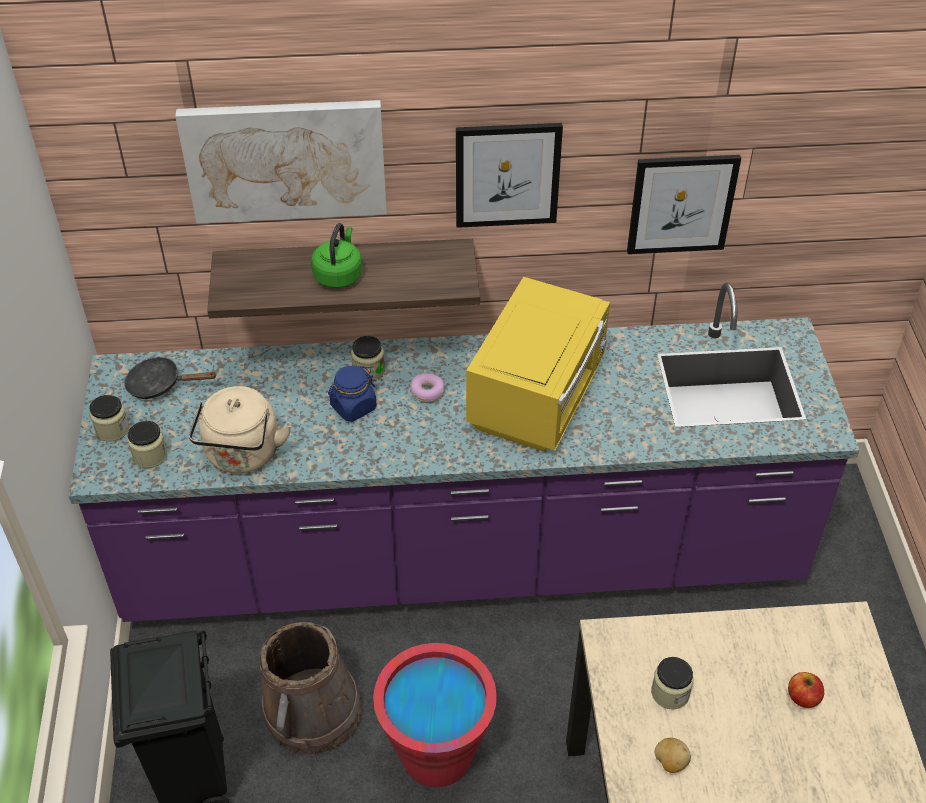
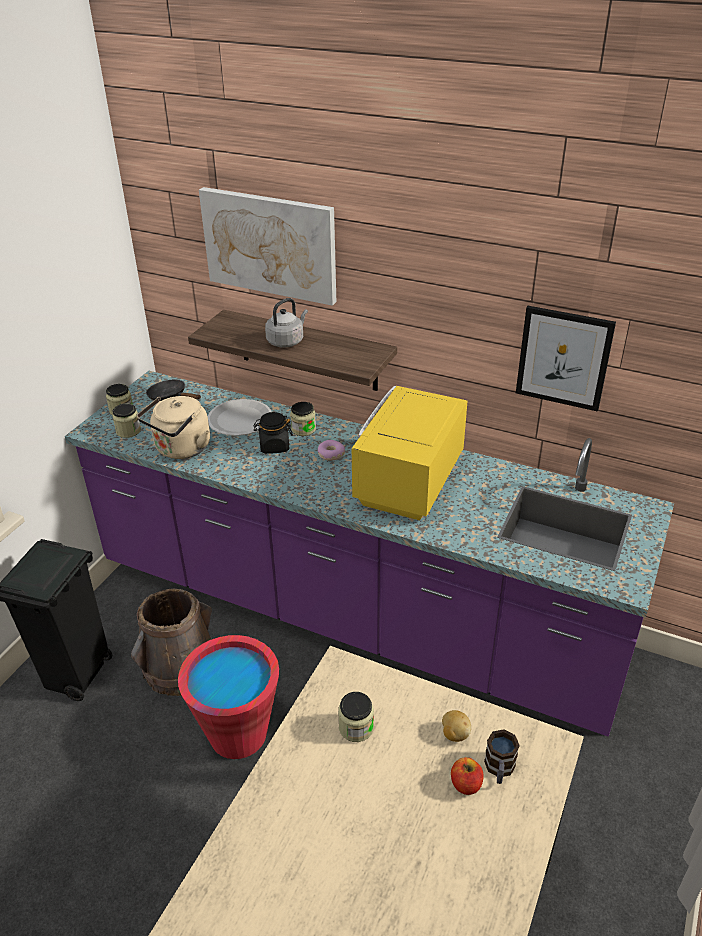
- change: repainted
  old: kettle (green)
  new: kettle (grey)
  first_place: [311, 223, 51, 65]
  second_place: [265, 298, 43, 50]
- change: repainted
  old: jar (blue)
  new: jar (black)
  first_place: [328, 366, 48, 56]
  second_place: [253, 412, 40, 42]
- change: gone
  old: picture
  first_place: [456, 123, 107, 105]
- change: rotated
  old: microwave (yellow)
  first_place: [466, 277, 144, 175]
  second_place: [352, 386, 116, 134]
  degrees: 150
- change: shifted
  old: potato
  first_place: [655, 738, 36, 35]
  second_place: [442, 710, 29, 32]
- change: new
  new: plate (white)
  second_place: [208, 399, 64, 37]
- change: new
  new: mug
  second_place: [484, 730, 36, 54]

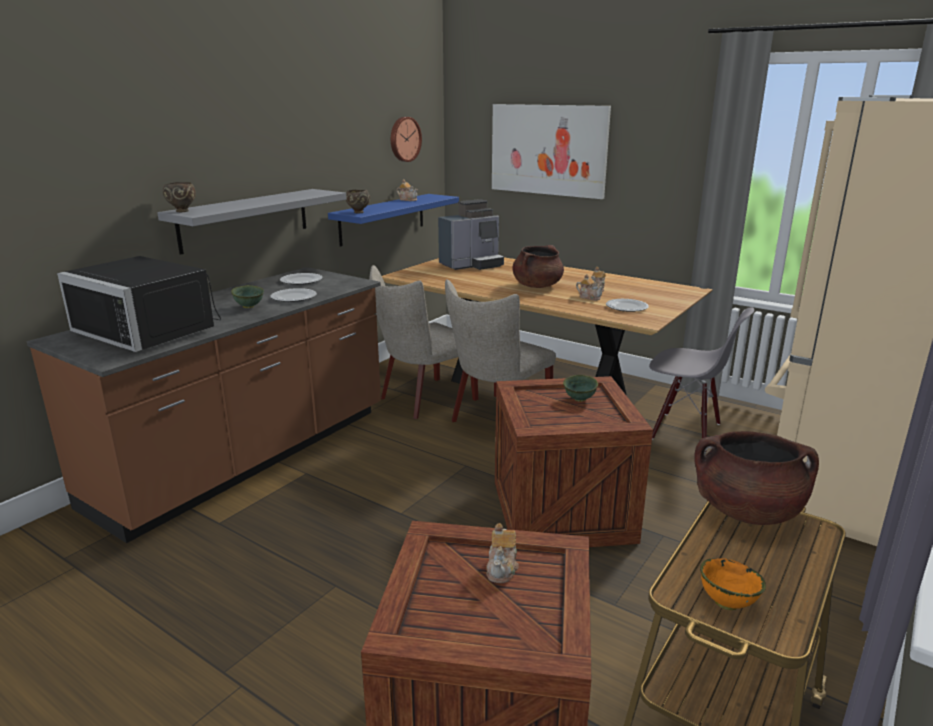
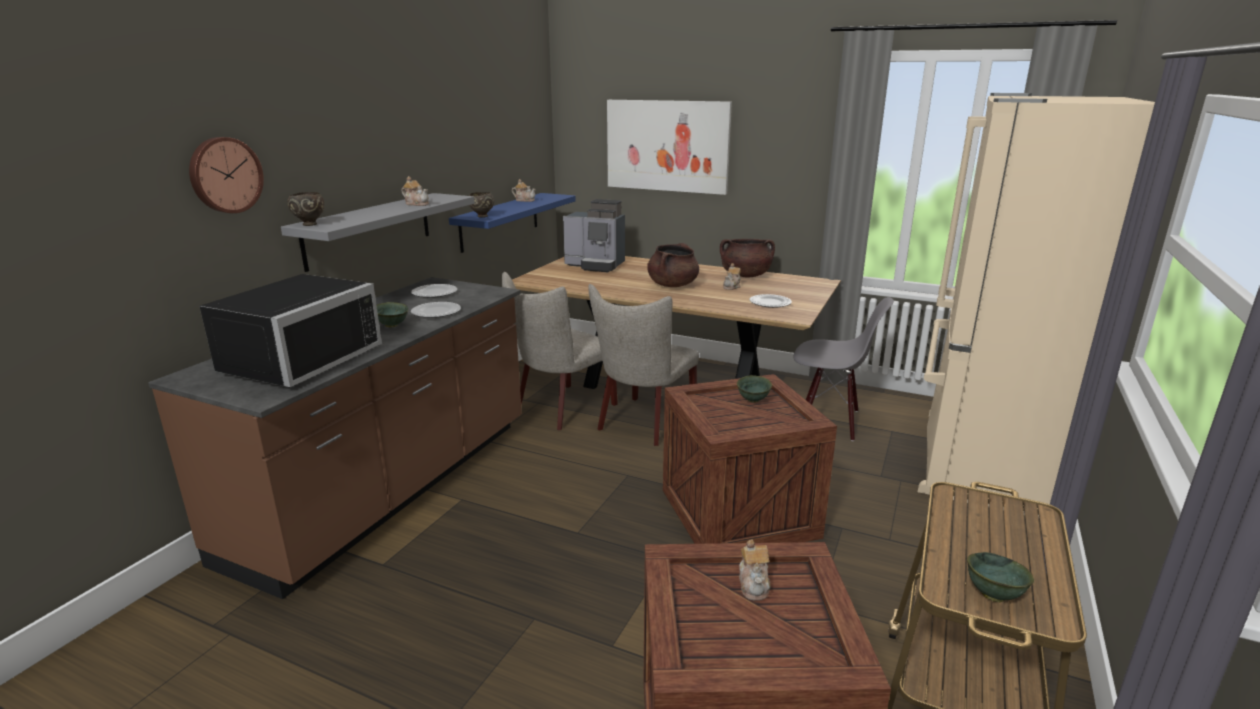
- change: rotated
  old: microwave (black)
  first_place: [57, 256, 164, 96]
  second_place: [199, 274, 183, 113]
  degrees: -90
- change: shifted
  old: wall clock
  first_place: [391, 117, 31, 45]
  second_place: [189, 137, 75, 76]
- change: rotated
  old: coffee machine
  first_place: [438, 199, 66, 71]
  second_place: [563, 199, 62, 73]
  degrees: 60
- change: shifted
  old: teapot
  first_place: [576, 274, 27, 26]
  second_place: [402, 176, 27, 30]
- change: shifted
  old: cooking pot (brown)
  first_place: [694, 431, 125, 94]
  second_place: [720, 239, 55, 38]
- change: repainted
  old: bowl (orange)
  new: bowl (green)
  first_place: [700, 558, 66, 52]
  second_place: [967, 552, 67, 50]

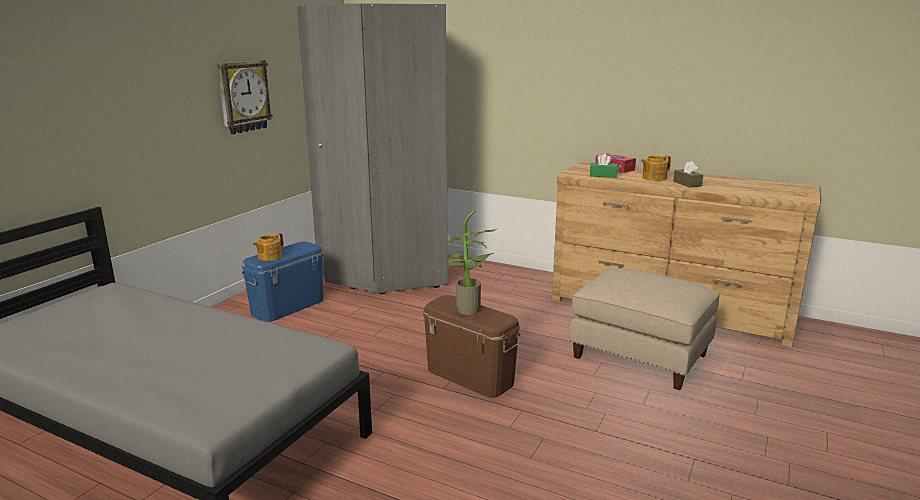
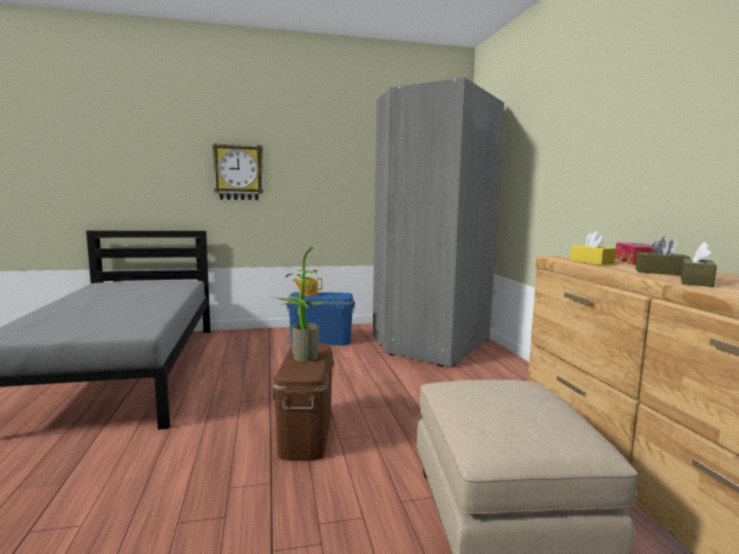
- change: shifted
  old: wall clock
  first_place: [217, 60, 56, 74]
  second_place: [212, 143, 52, 57]
- change: repainted
  old: tissue box (green)
  new: tissue box (yellow)
  first_place: [590, 154, 27, 24]
  second_place: [570, 231, 46, 34]
- change: swapped
  old: teapot
  new: tissue box (brown)
  first_place: [641, 156, 30, 25]
  second_place: [636, 237, 54, 38]

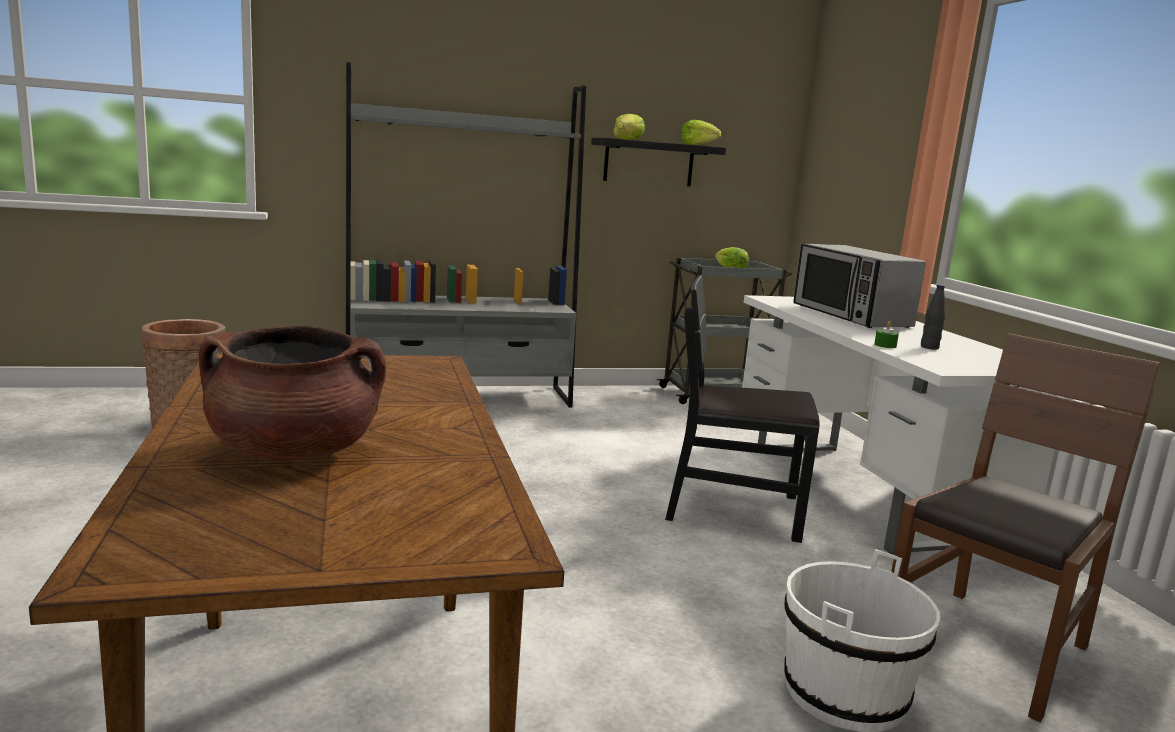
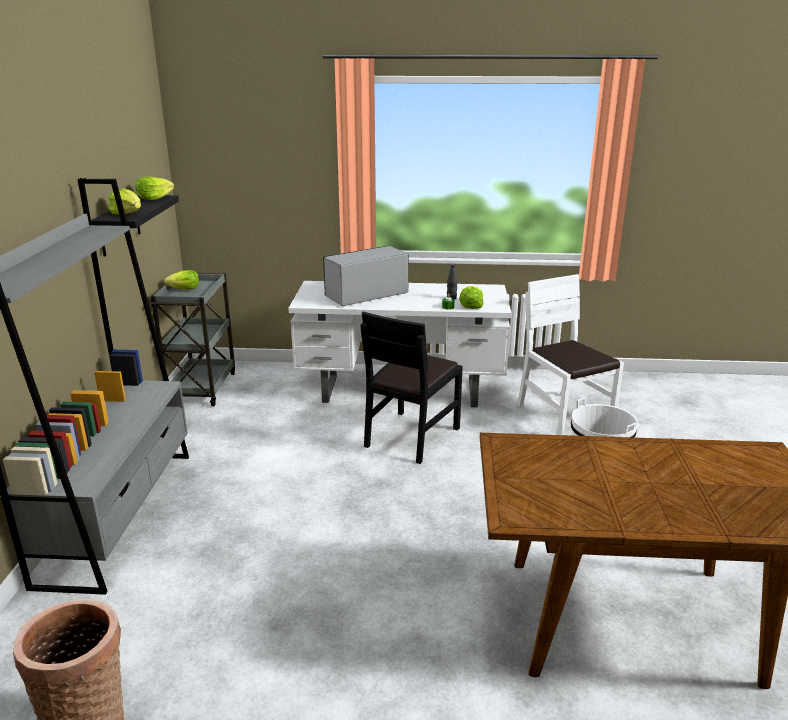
- change: gone
  old: cooking pot (brown)
  first_place: [199, 326, 187, 134]
- change: rotated
  old: microwave
  first_place: [793, 244, 133, 84]
  second_place: [323, 246, 86, 60]
  degrees: 150
- change: repainted
  old: chair (brown)
  new: chair (white)
  first_place: [891, 333, 269, 389]
  second_place: [518, 274, 106, 161]
- change: new
  new: lettuce
  second_place: [459, 286, 25, 23]

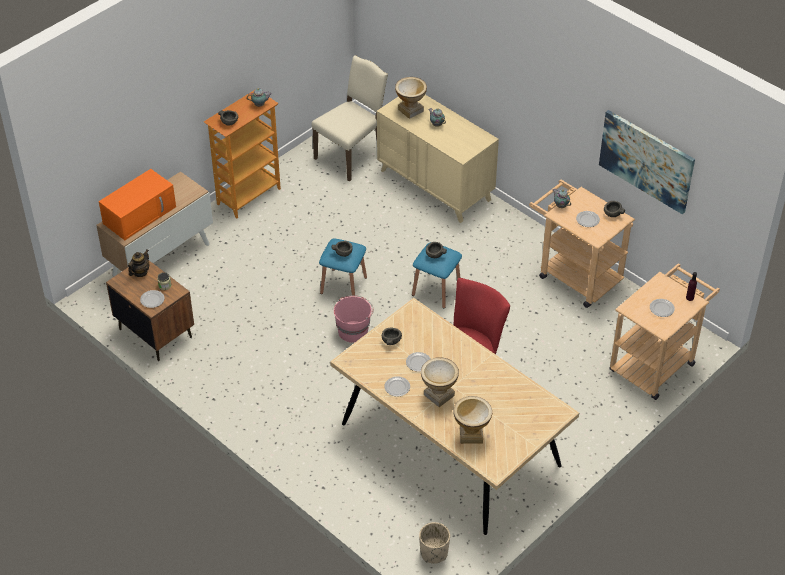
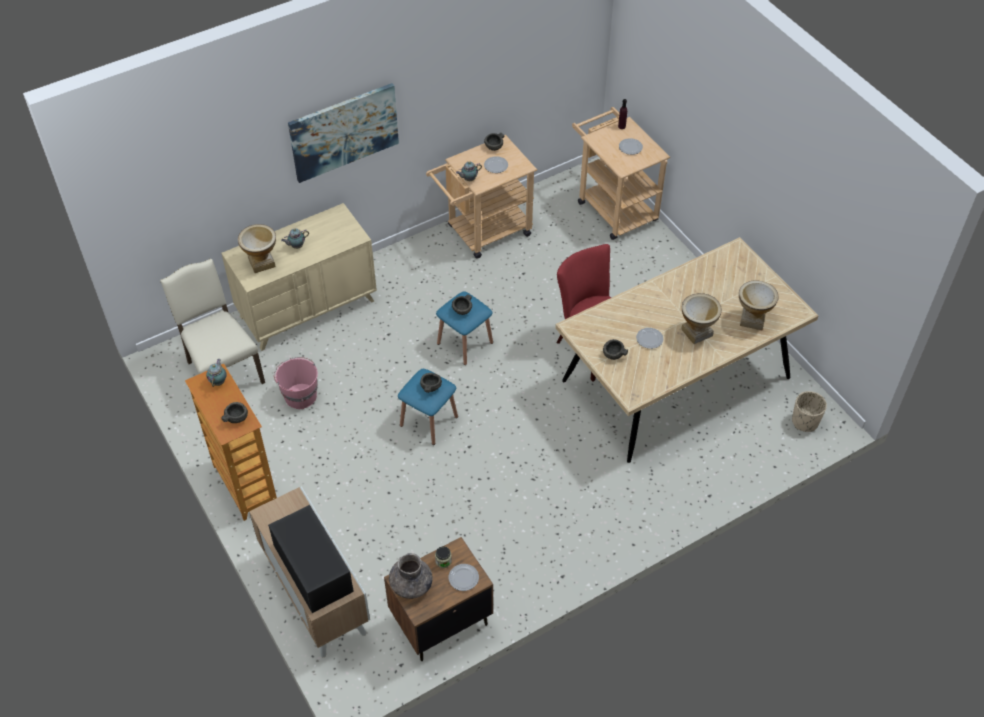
- change: repainted
  old: microwave (orange)
  new: microwave (black)
  first_place: [99, 169, 77, 71]
  second_place: [268, 505, 86, 108]
- change: swapped
  old: teapot
  new: vase (grey)
  first_place: [128, 249, 21, 28]
  second_place: [389, 553, 44, 46]
- change: shifted
  old: bucket (pink)
  first_place: [334, 295, 39, 48]
  second_place: [274, 357, 44, 52]
- change: gone
  old: plate
  first_place: [384, 376, 26, 21]
- change: shifted
  old: picture
  first_place: [599, 110, 96, 104]
  second_place: [288, 83, 111, 100]

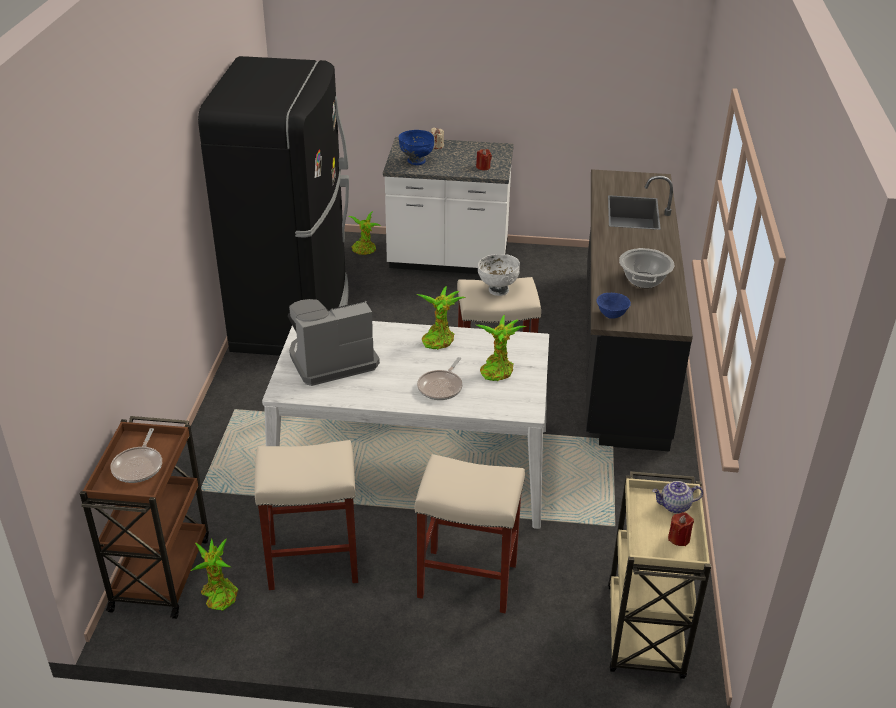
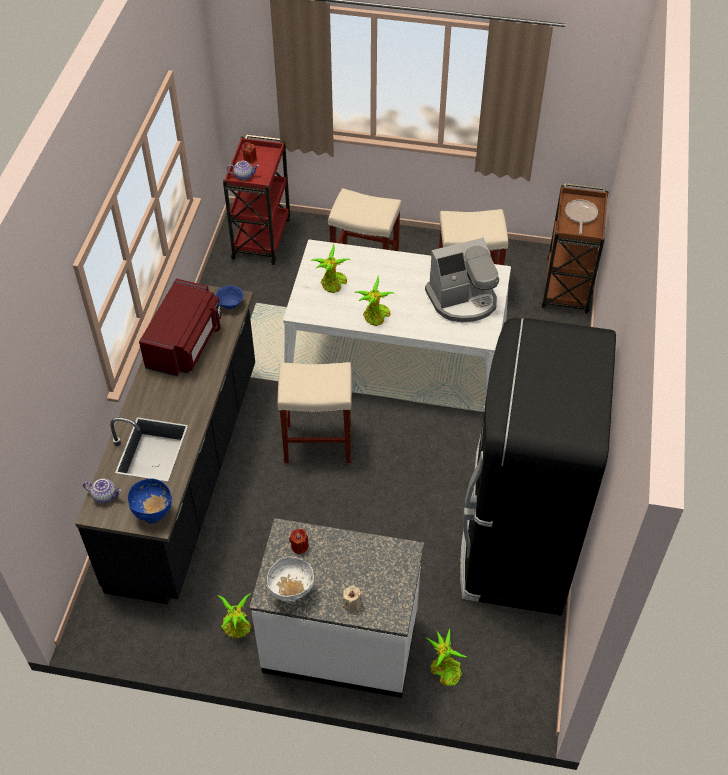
- change: shifted
  old: potted plant
  first_place: [191, 538, 47, 73]
  second_place: [218, 593, 33, 45]
- change: shifted
  old: bowl (blue)
  first_place: [399, 130, 35, 35]
  second_place: [128, 479, 44, 45]
- change: gone
  old: frying pan
  first_place: [417, 357, 45, 43]
- change: shifted
  old: bowl (white)
  first_place: [478, 254, 42, 42]
  second_place: [267, 557, 47, 46]
- change: repainted
  old: cart (beige)
  new: cart (red)
  first_place: [608, 471, 103, 208]
  second_place: [223, 135, 67, 130]
- change: swapped
  old: cooking pot
  new: microwave (red)
  first_place: [619, 248, 55, 40]
  second_place: [139, 278, 82, 99]
- change: new
  new: teapot
  second_place: [83, 479, 38, 25]

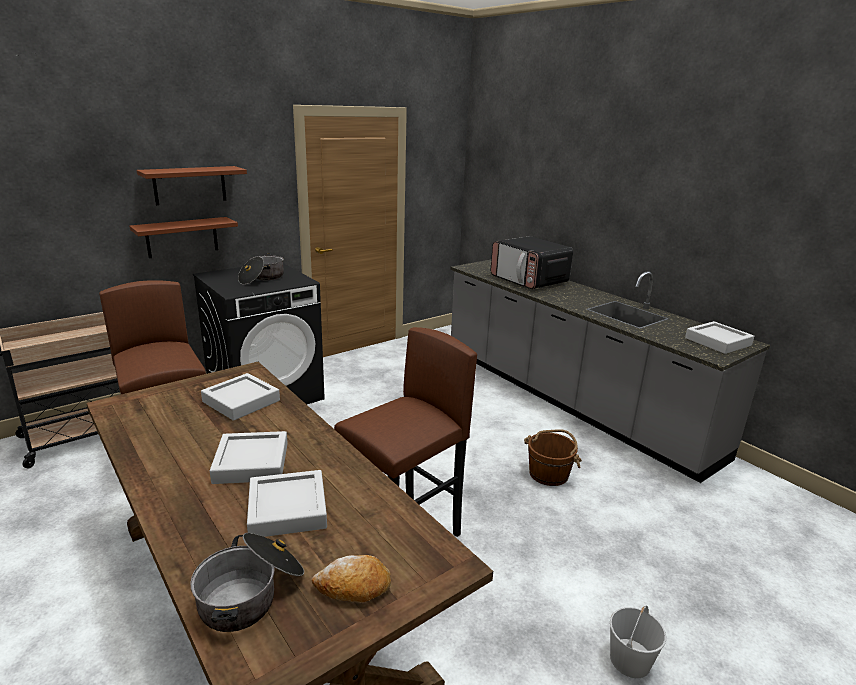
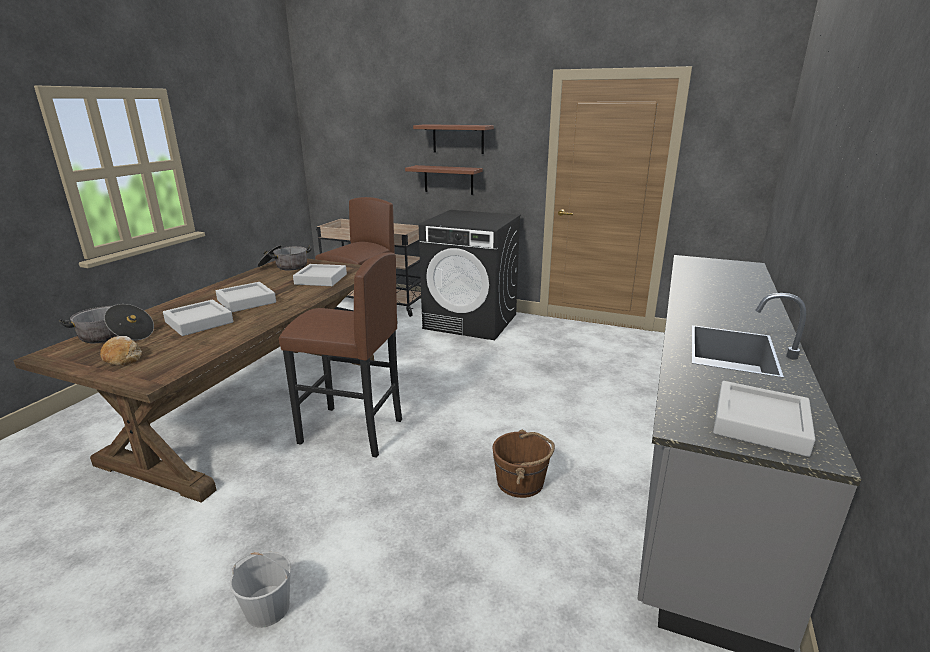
- change: shifted
  old: cooking pot
  first_place: [238, 253, 46, 32]
  second_place: [257, 245, 55, 25]
- change: gone
  old: microwave
  first_place: [491, 236, 82, 53]

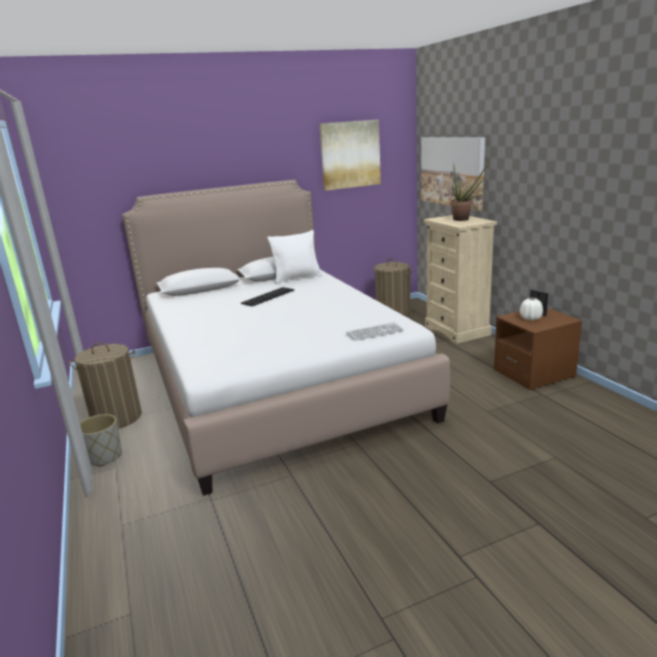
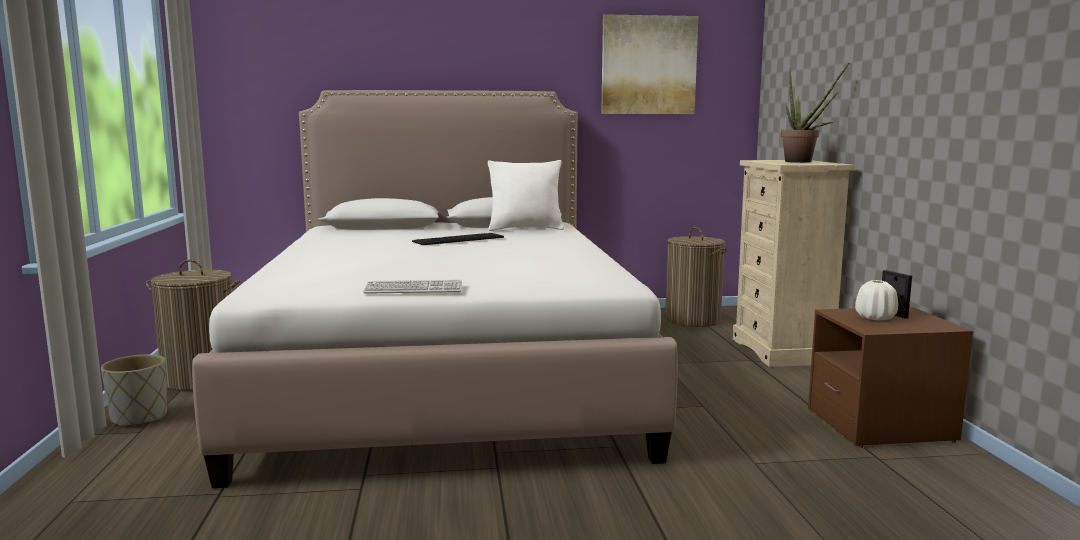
- change: shifted
  old: keyboard
  first_place: [346, 322, 57, 19]
  second_place: [363, 280, 99, 14]
- change: gone
  old: picture
  first_place: [421, 137, 64, 74]

